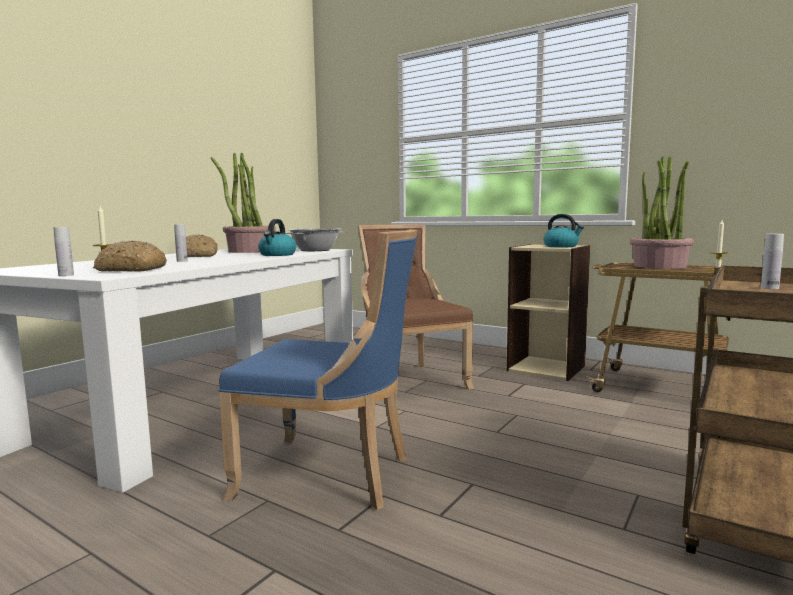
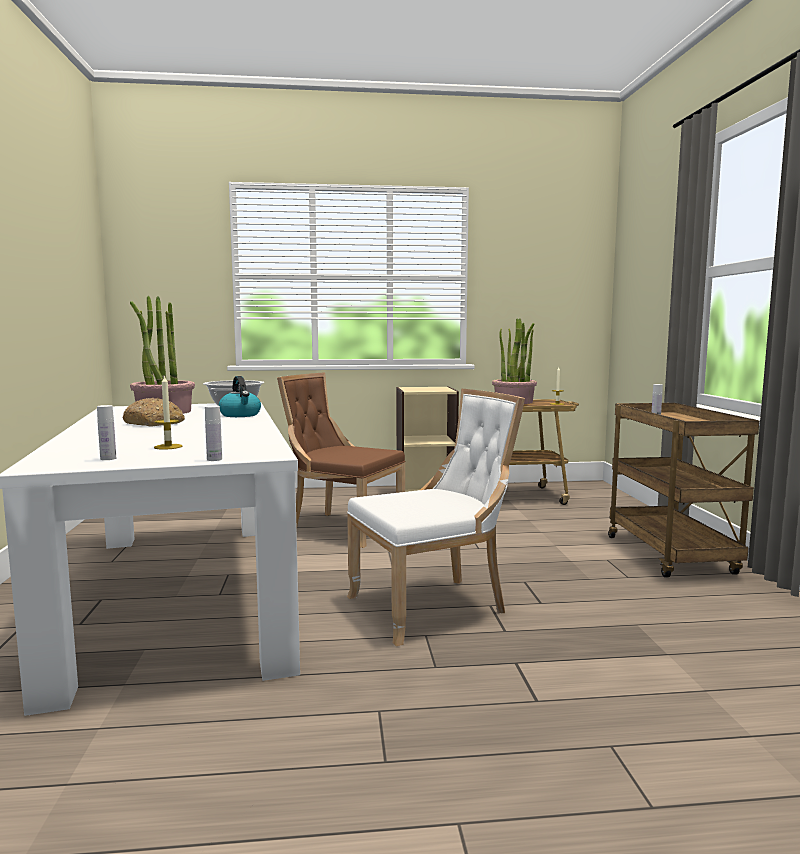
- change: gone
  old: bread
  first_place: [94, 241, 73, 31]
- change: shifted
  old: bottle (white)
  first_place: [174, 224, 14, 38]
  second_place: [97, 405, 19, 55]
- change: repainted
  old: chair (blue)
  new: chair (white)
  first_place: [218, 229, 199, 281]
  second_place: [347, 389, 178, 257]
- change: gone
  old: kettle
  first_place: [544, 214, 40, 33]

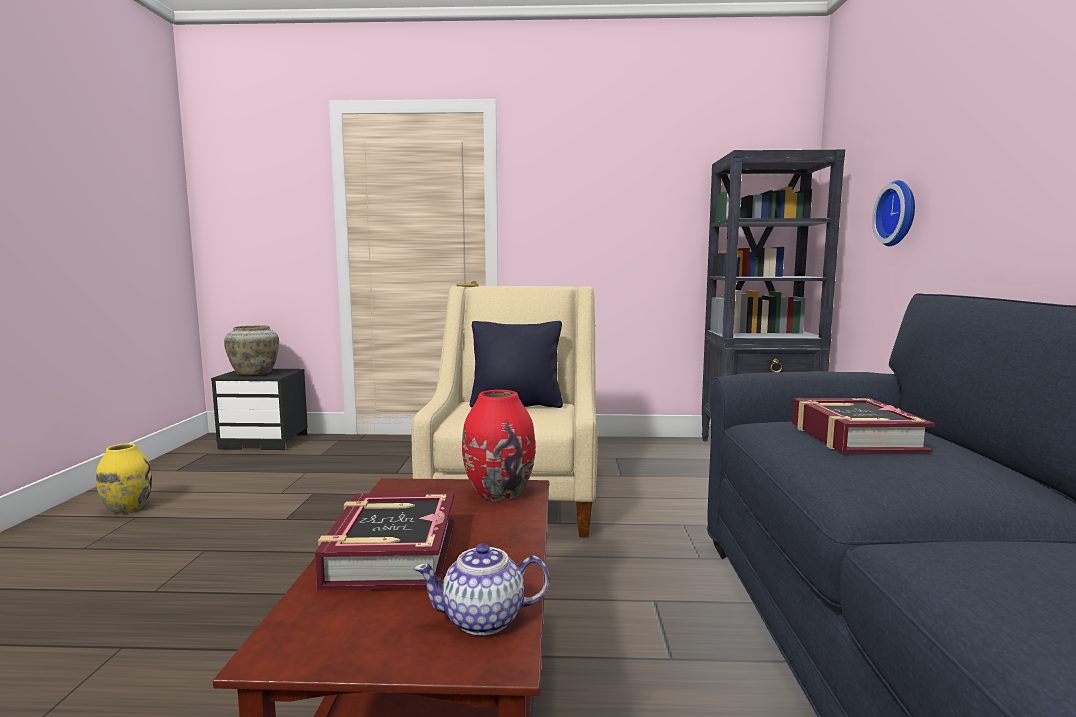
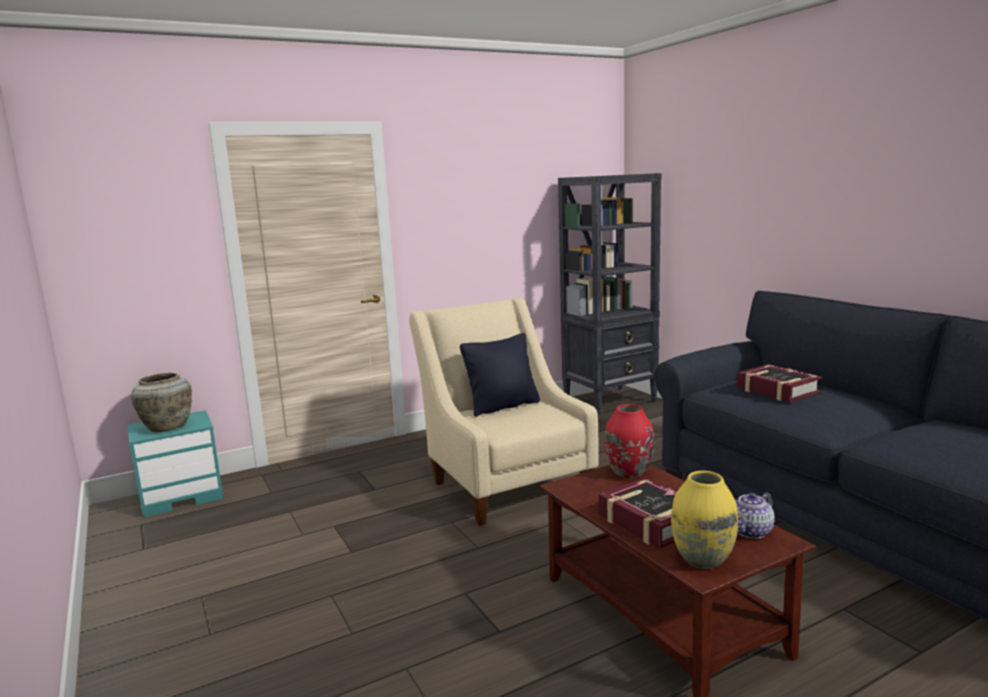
- change: shifted
  old: vase (yellow)
  first_place: [96, 443, 56, 71]
  second_place: [671, 471, 67, 98]
- change: repainted
  old: nightstand (black)
  new: nightstand (turquoise)
  first_place: [211, 369, 97, 81]
  second_place: [128, 410, 95, 108]
- change: gone
  old: wall clock
  first_place: [872, 180, 43, 66]

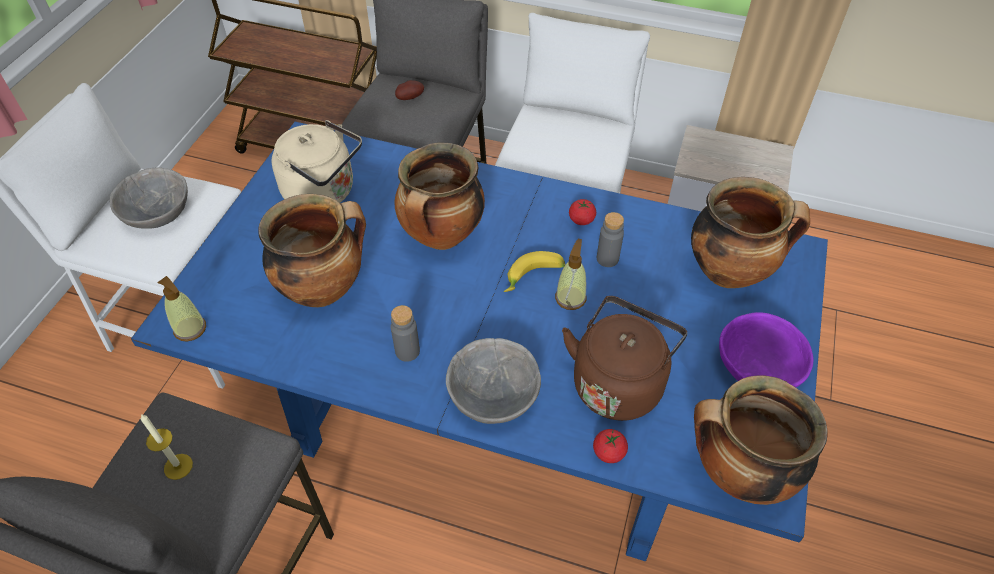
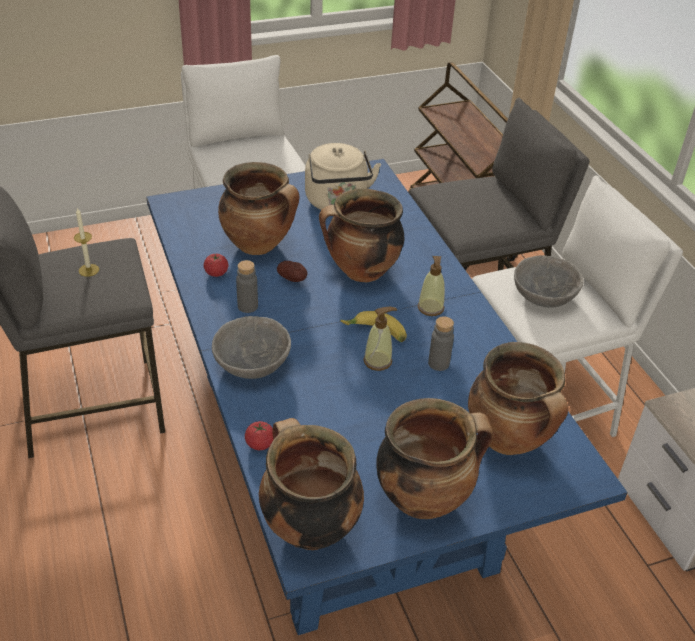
- change: shifted
  old: bowl (grey)
  first_place: [110, 168, 78, 61]
  second_place: [514, 255, 70, 53]
- change: shifted
  old: soap dispenser
  first_place: [157, 276, 49, 66]
  second_place: [418, 256, 27, 60]
- change: shifted
  old: potato
  first_place: [395, 80, 29, 20]
  second_place: [277, 261, 30, 21]
- change: gone
  old: kettle (brown)
  first_place: [562, 296, 125, 125]
- change: shifted
  old: tomato
  first_place: [569, 199, 27, 26]
  second_place: [204, 254, 25, 23]
- change: swapped
  old: bowl (purple)
  new: cooking pot
  first_place: [719, 312, 94, 75]
  second_place: [376, 398, 118, 121]

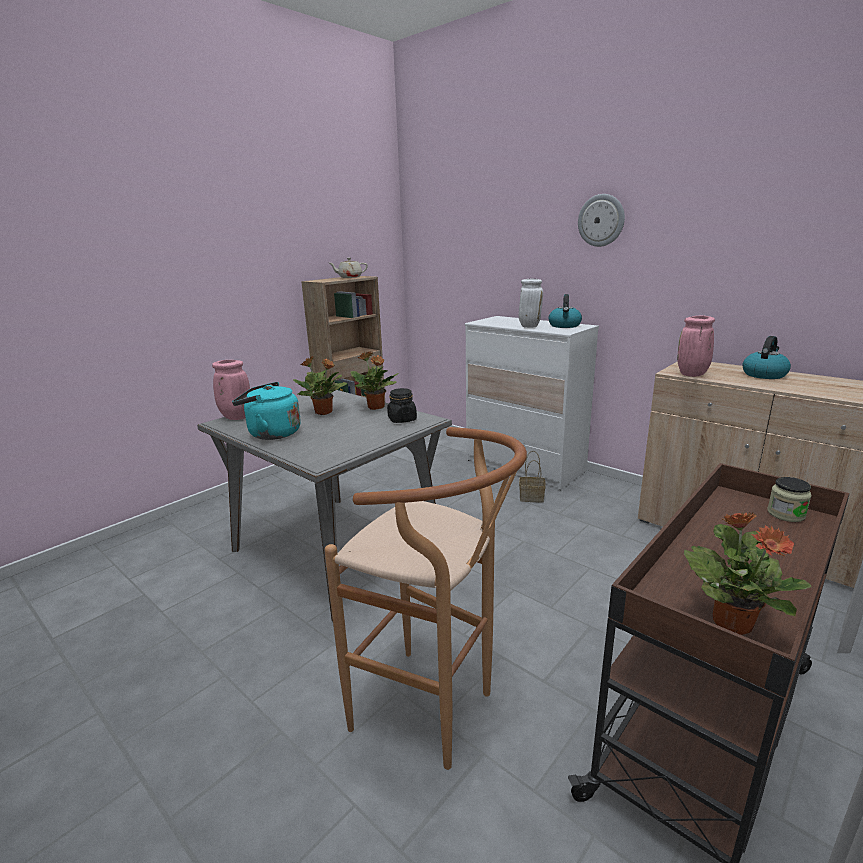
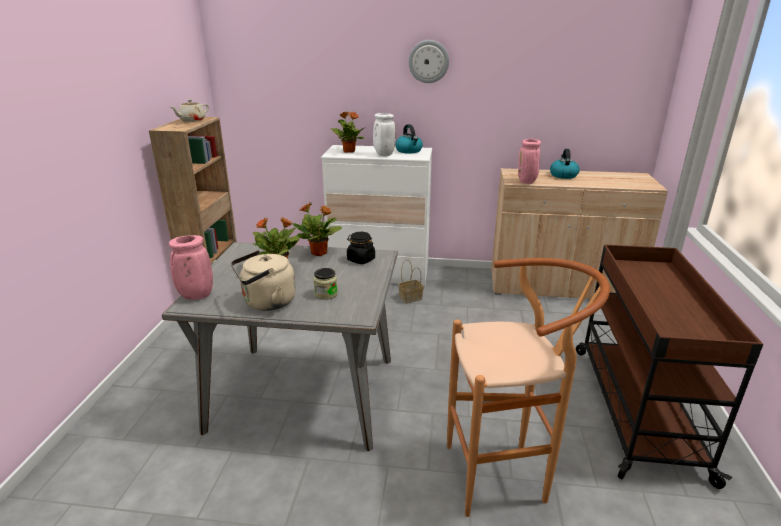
- change: repainted
  old: kettle (turquoise)
  new: kettle (beige)
  first_place: [232, 382, 69, 58]
  second_place: [231, 250, 65, 61]
- change: shifted
  old: potted plant
  first_place: [684, 512, 127, 123]
  second_place: [331, 111, 35, 42]
- change: shifted
  old: jar
  first_place: [767, 477, 45, 45]
  second_place: [313, 268, 25, 32]

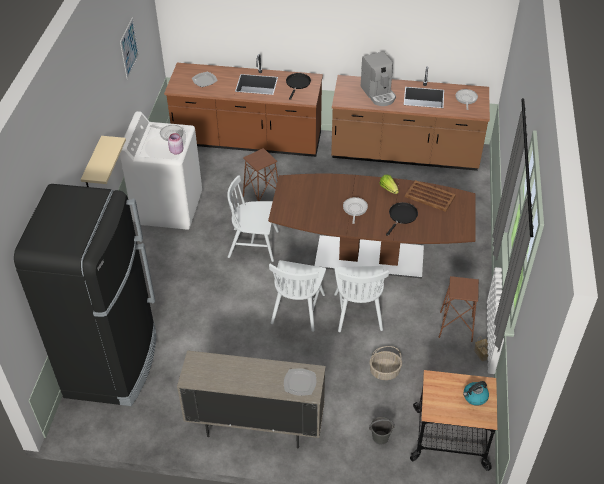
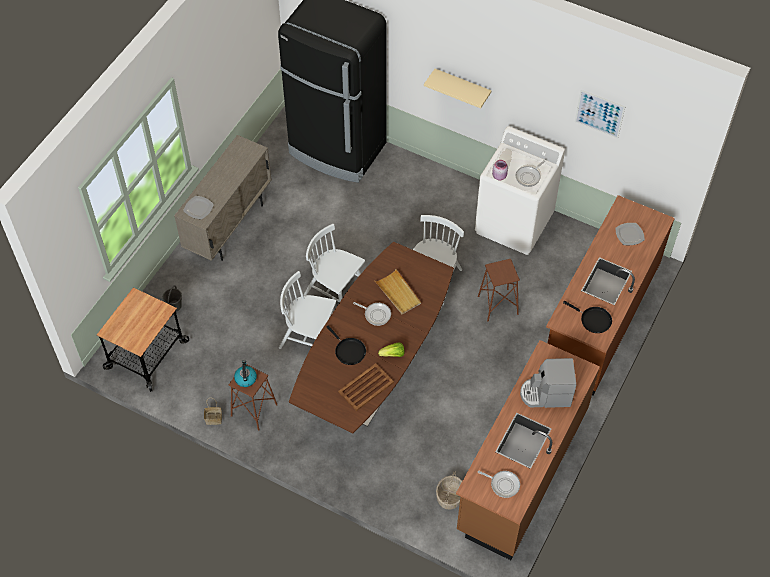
- change: shifted
  old: basket
  first_place: [369, 346, 33, 34]
  second_place: [436, 471, 26, 39]
- change: shifted
  old: kettle
  first_place: [463, 381, 26, 25]
  second_place: [234, 360, 23, 27]
- change: new
  new: tray (beige)
  second_place: [375, 269, 46, 45]

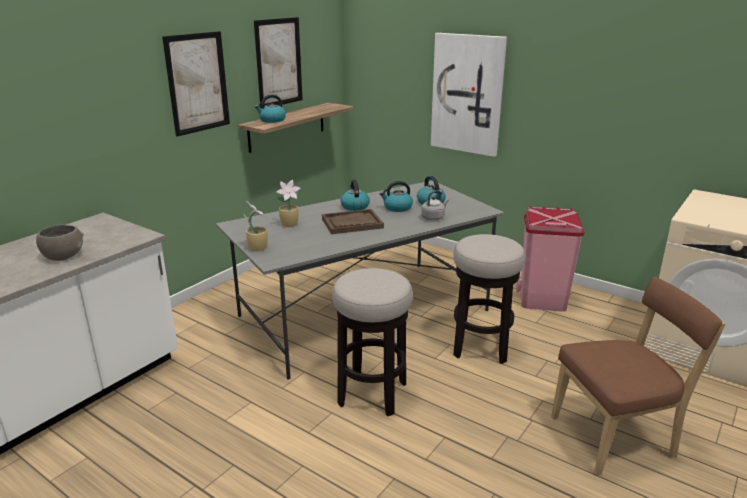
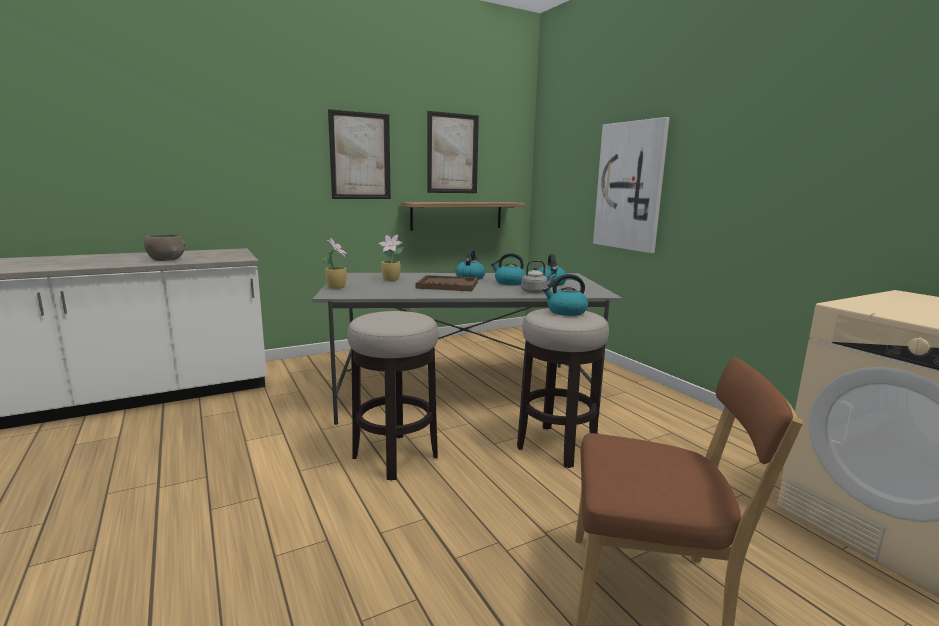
- change: shifted
  old: kettle
  first_place: [255, 94, 31, 29]
  second_place: [543, 274, 45, 42]
- change: gone
  old: trash can (pink)
  first_place: [516, 206, 68, 106]

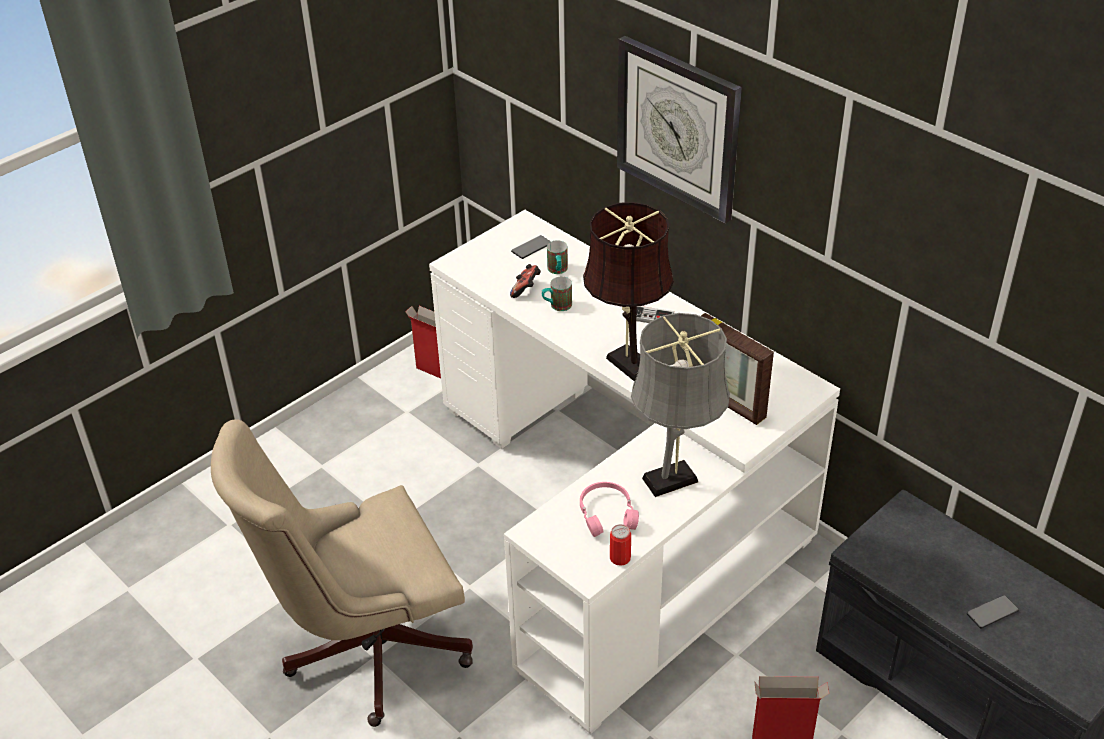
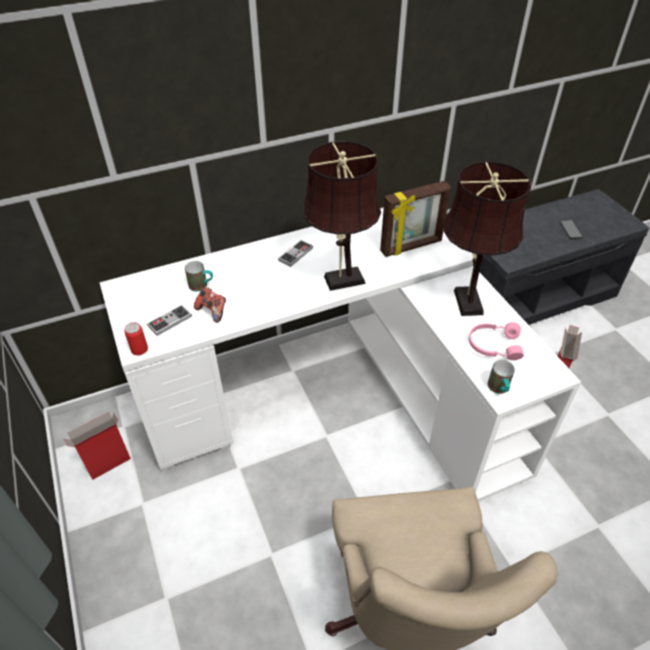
- change: gone
  old: phone
  first_place: [511, 235, 40, 24]
- change: shifted
  old: mug
  first_place: [542, 277, 30, 34]
  second_place: [488, 360, 27, 34]
- change: shifted
  old: can
  first_place: [610, 524, 21, 42]
  second_place: [125, 322, 23, 33]
- change: gone
  old: wall clock
  first_place: [617, 36, 125, 187]
- change: repainted
  old: table lamp (grey)
  new: table lamp (brown)
  first_place: [631, 313, 99, 184]
  second_place: [444, 161, 87, 155]
- change: new
  new: game controller
  second_place: [147, 305, 45, 31]

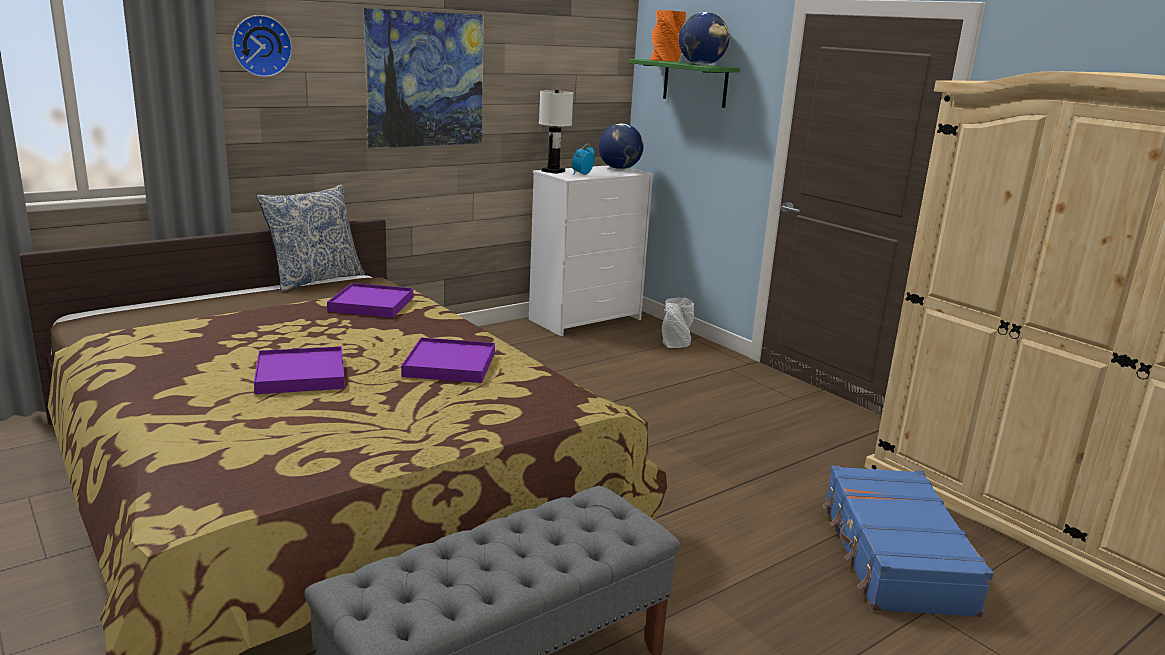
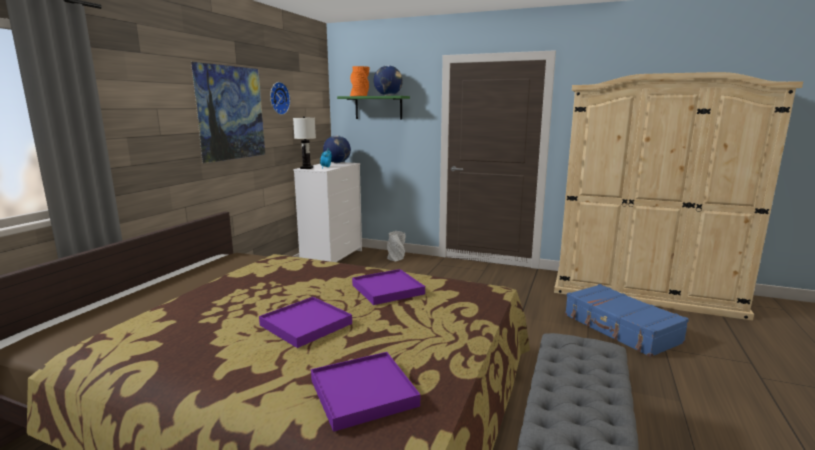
- change: shifted
  old: wall clock
  first_place: [232, 15, 60, 62]
  second_place: [270, 82, 20, 33]
- change: gone
  old: pillow
  first_place: [257, 184, 108, 108]
- change: shifted
  old: tray (purple)
  first_place: [327, 283, 86, 35]
  second_place: [311, 352, 109, 80]

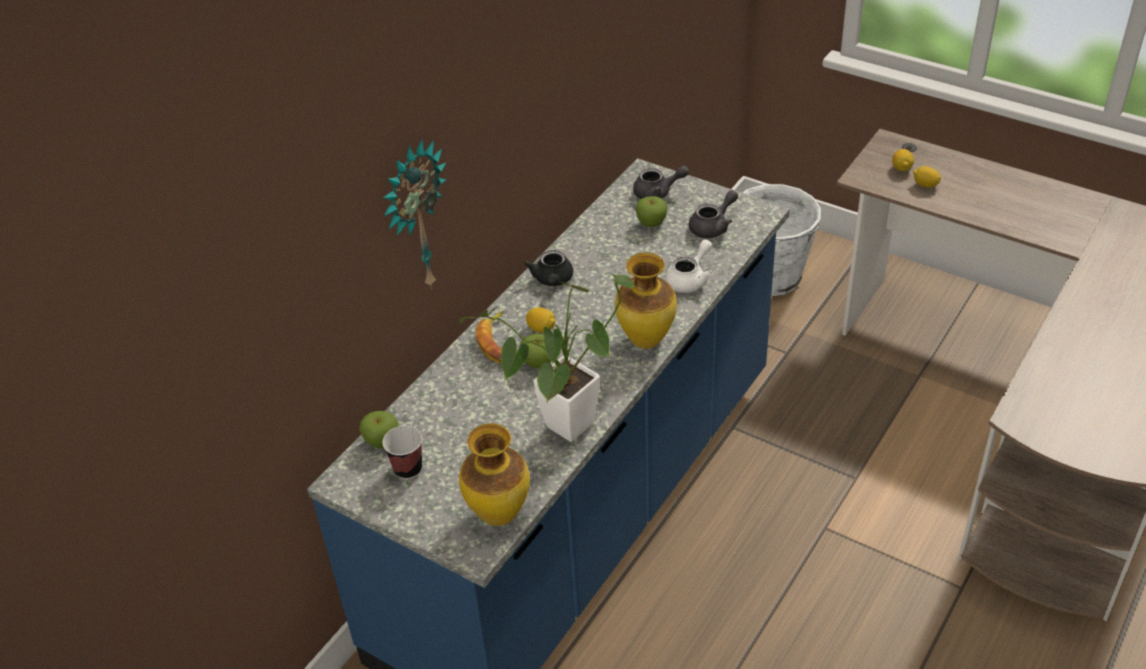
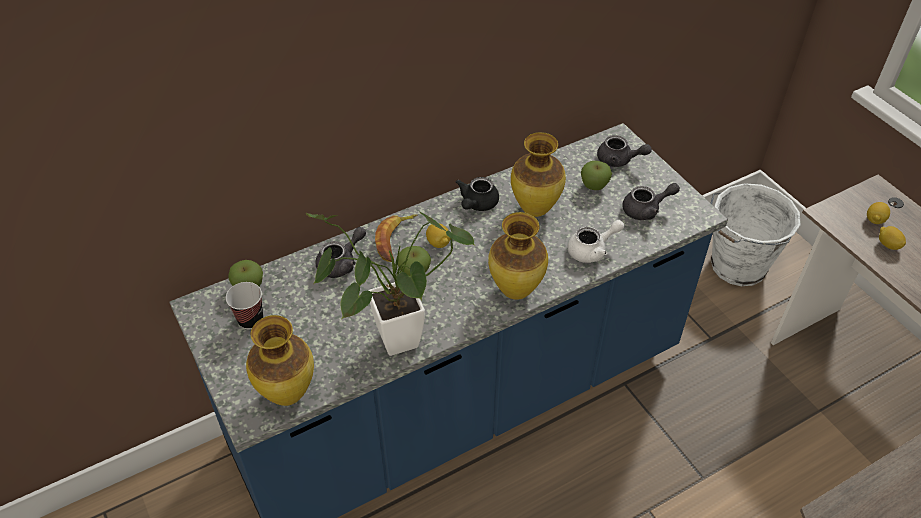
- change: gone
  old: wall clock
  first_place: [383, 139, 63, 151]
- change: new
  new: teapot (grey)
  second_place: [315, 227, 51, 51]
- change: new
  new: vase
  second_place: [511, 132, 55, 85]

